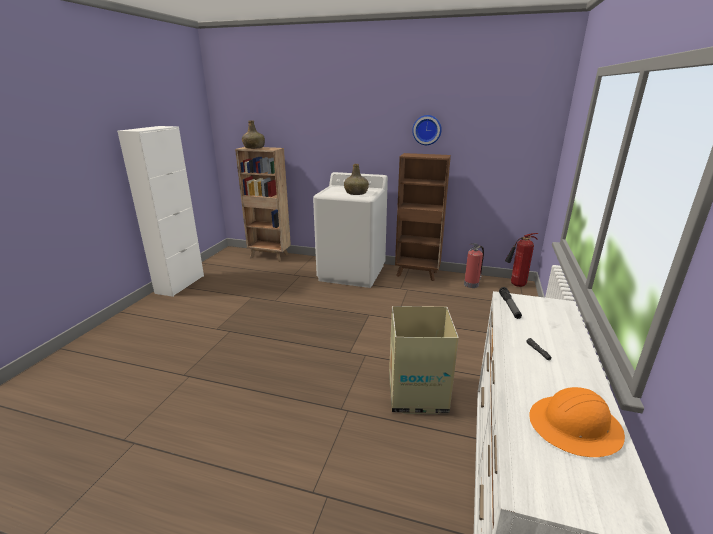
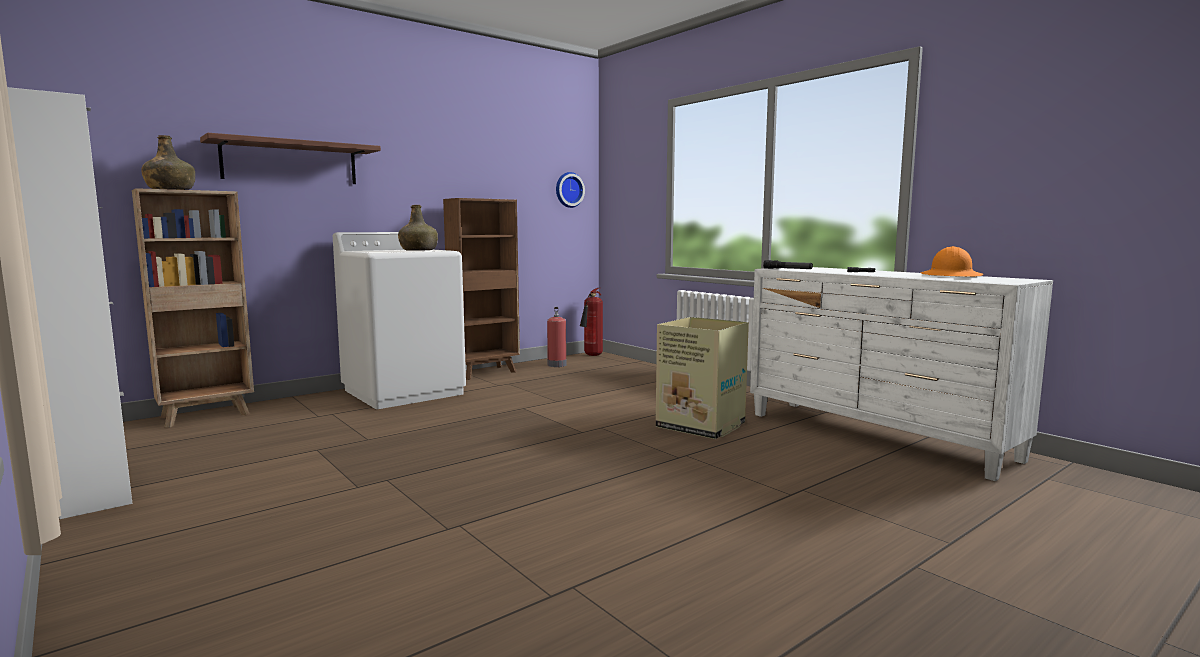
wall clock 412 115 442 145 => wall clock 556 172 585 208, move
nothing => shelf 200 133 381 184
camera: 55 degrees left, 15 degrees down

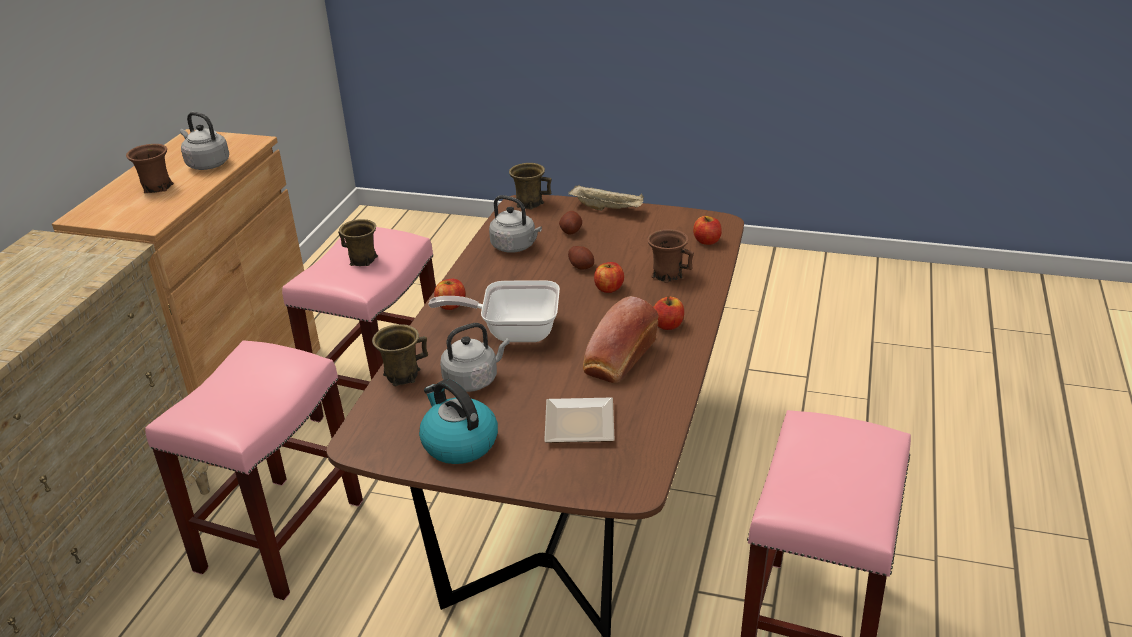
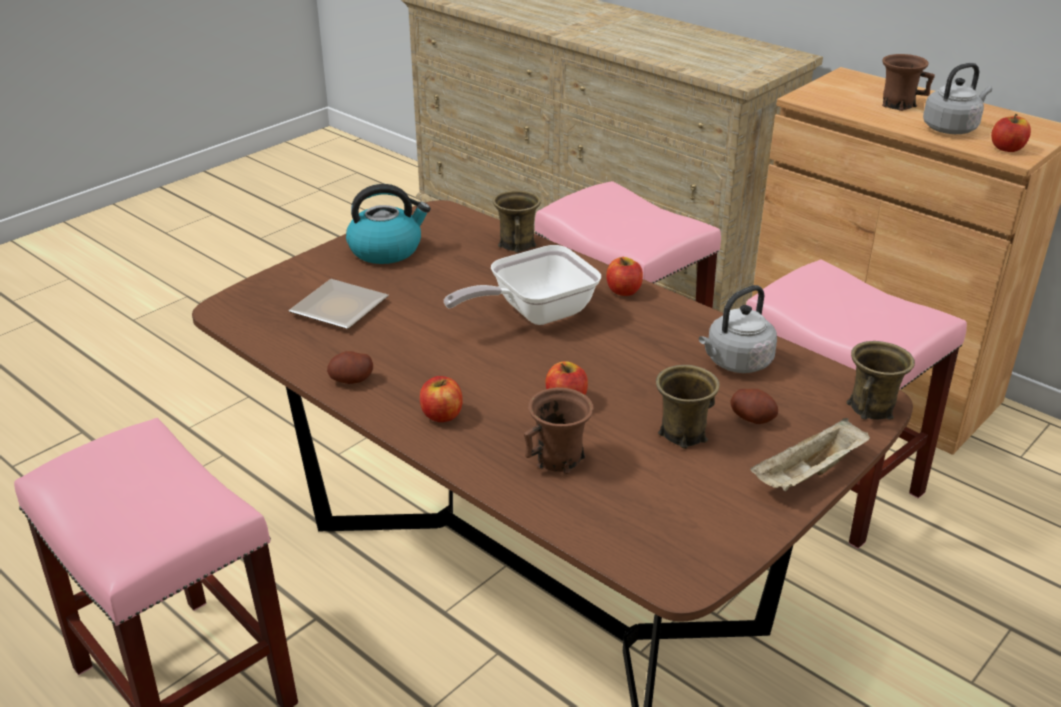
brown mug 338 219 378 266 => brown mug 656 365 720 449, move
frying pan 428 280 560 342 => frying pan 444 245 601 325, 150 degrees counterclockwise
grey kettle 440 323 510 392 => nothing
potato 568 246 594 270 => potato 327 351 373 384, move
bread 583 296 659 383 => nothing
apple 693 216 722 245 => apple 991 114 1031 152, move
camera: 115 degrees right, 0 degrees up

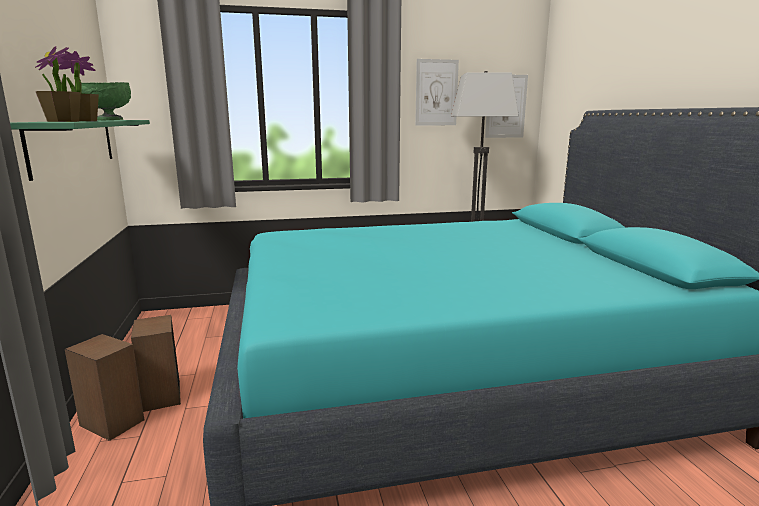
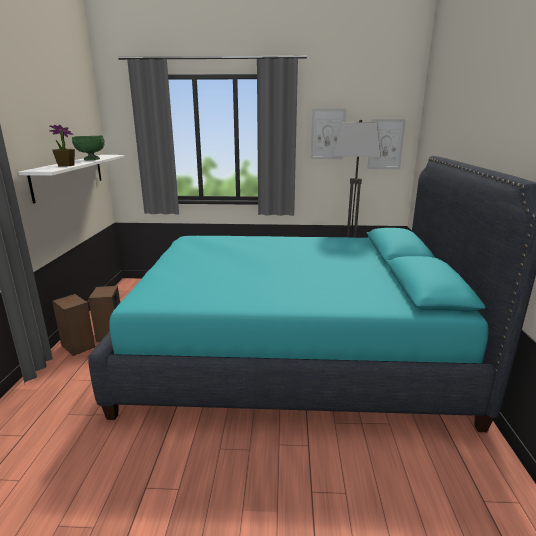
green shelf 10 120 150 181 => white shelf 18 155 125 203
potted plant 35 46 81 122 => nothing
camera: 15 degrees right, 5 degrees up

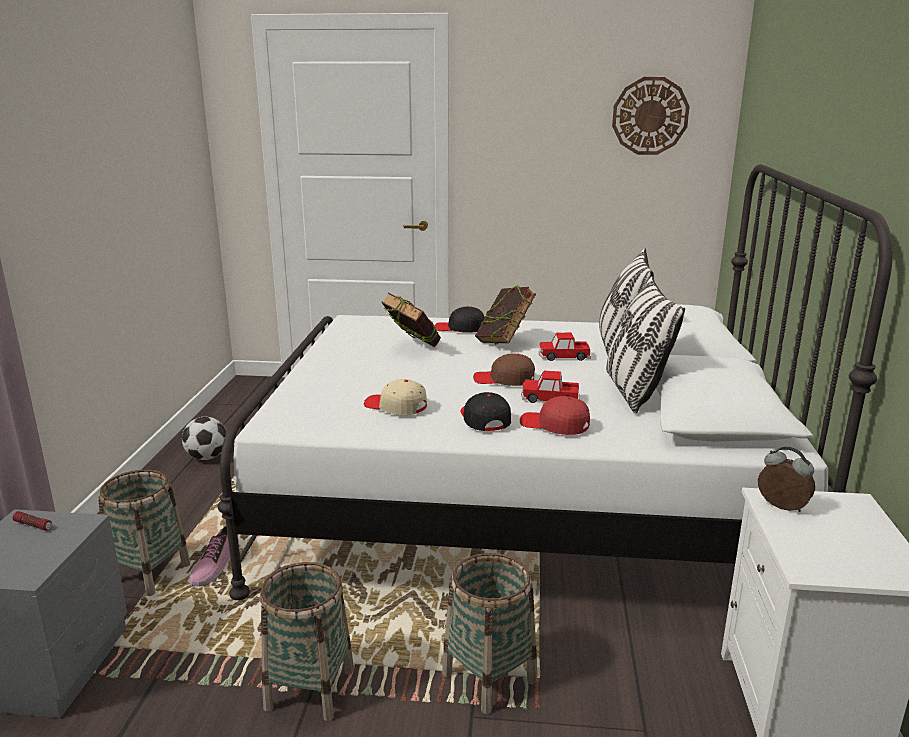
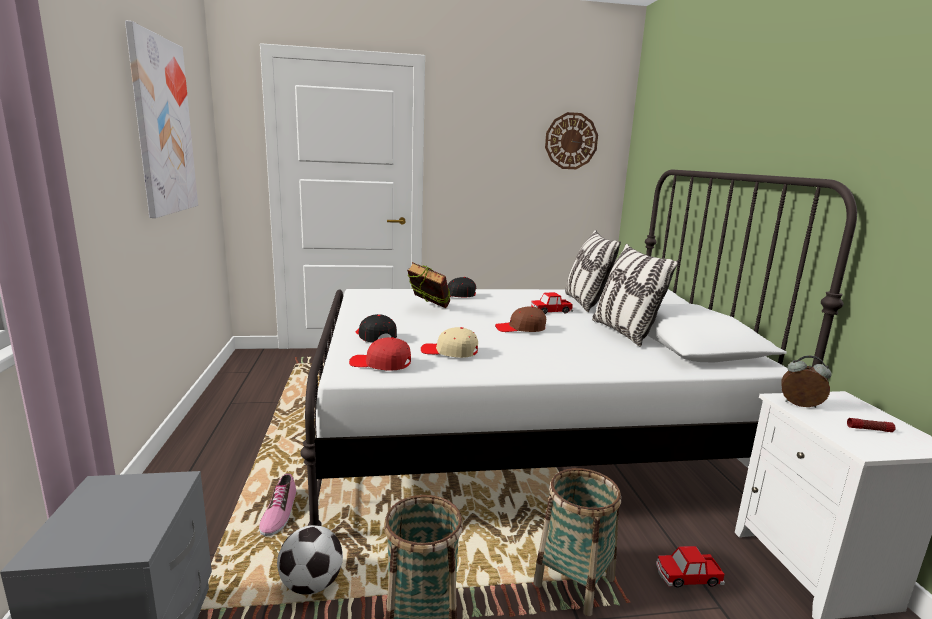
flashlight 13 511 52 531 => flashlight 847 418 896 432, move
basket 98 470 191 596 => nothing
football 182 417 226 460 => football 277 525 343 595, move
black cap 461 392 511 431 => black cap 356 314 397 343, move
book 475 285 536 345 => nothing
red cap 520 396 590 435 => red cap 349 337 411 371, move
toy car 521 370 580 403 => toy car 656 546 725 588, move
nothing => picture 125 21 198 218
camera: 15 degrees left, 5 degrees down

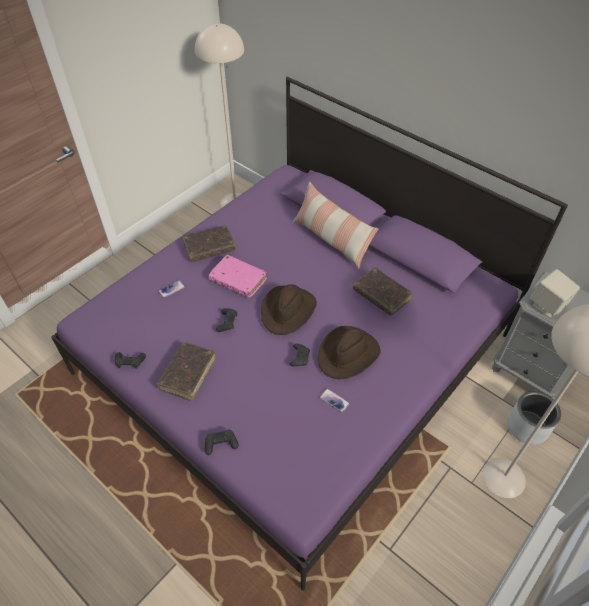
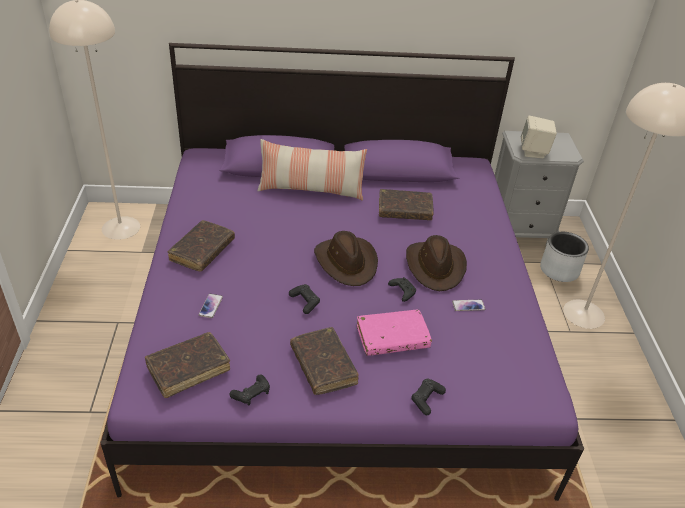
pink book 209 255 267 298 => pink book 357 310 432 356, move
nothing => brown book 144 332 230 398
camera: 45 degrees left, 10 degrees down

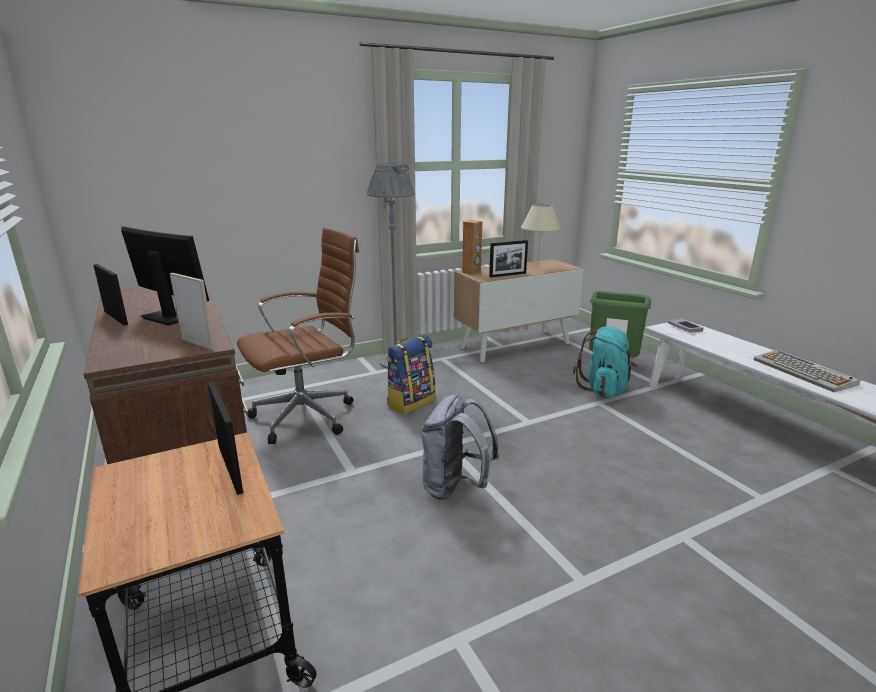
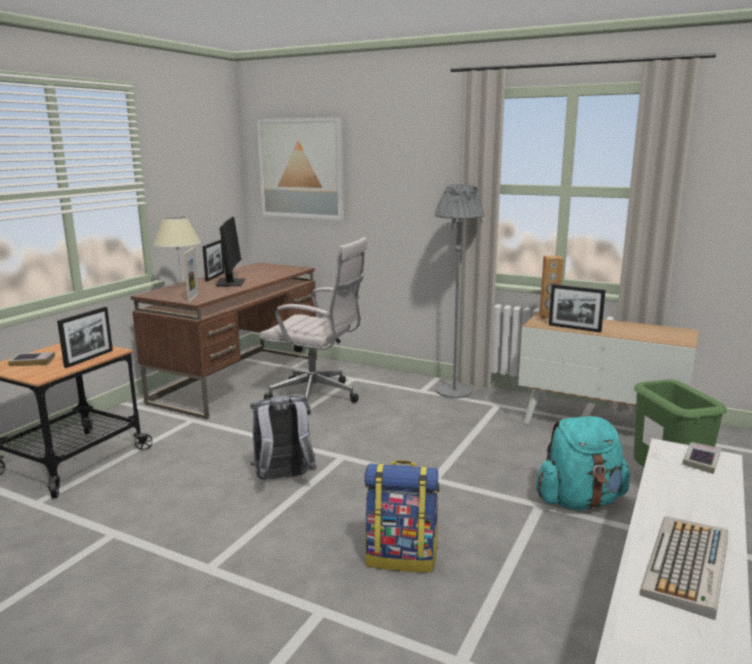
brown office chair 237 227 359 444 => white office chair 259 237 368 415
backpack 386 335 435 414 => backpack 364 460 440 572, move
beige table lamp 521 204 561 263 => beige table lamp 153 216 201 290, move
nothing => book 8 352 55 366
nothing => picture 257 117 344 220
camera: 55 degrees right, 5 degrees down

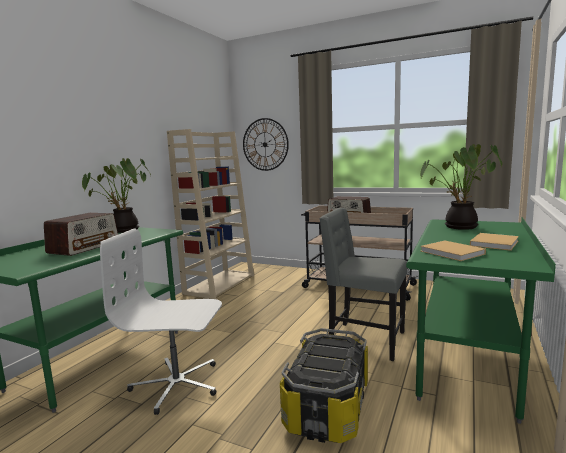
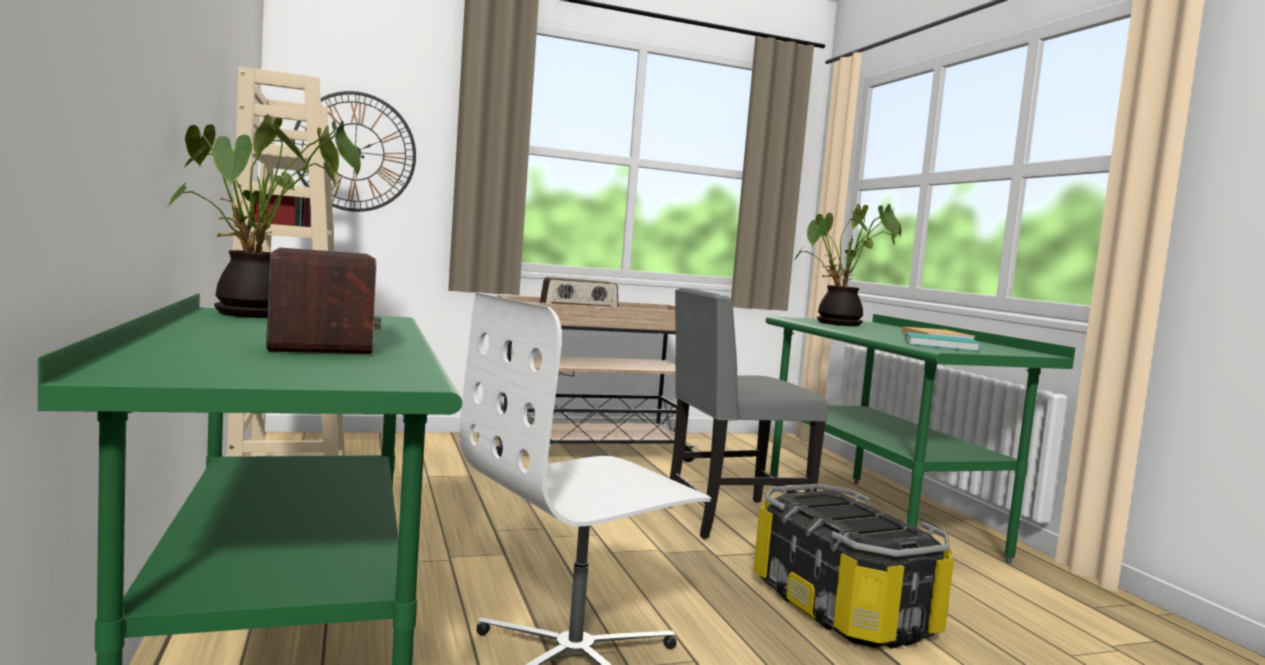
beige book 420 241 486 261 => turquoise book 905 332 981 352
camera: 45 degrees left, 5 degrees down

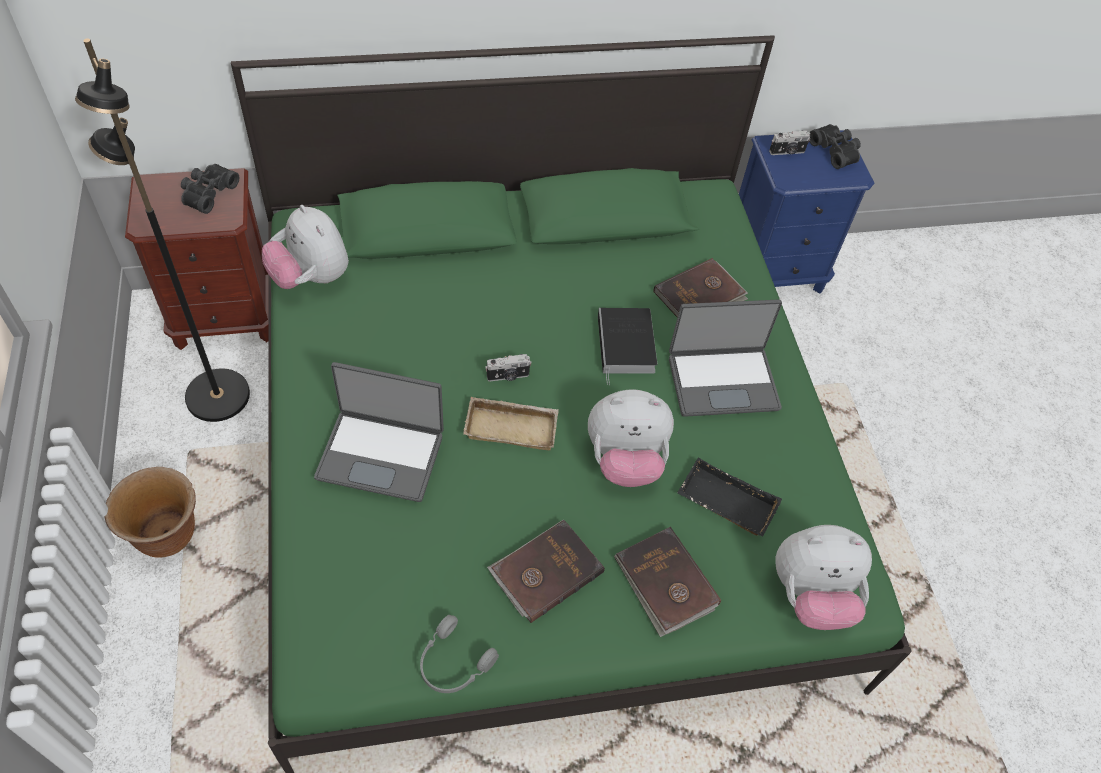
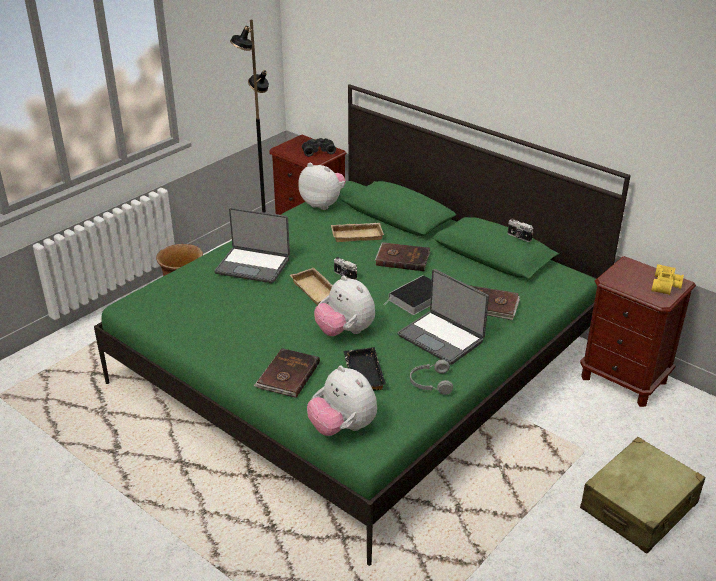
plush toy 262 205 349 289 => plush toy 298 163 346 210, 105 degrees clockwise
laptop 314 362 444 502 => laptop 214 208 290 283, 45 degrees counterclockwise
grey headphones 420 615 499 693 => grey headphones 410 360 453 395, move
brown book 487 520 605 623 => brown book 375 242 431 271, move
blue nightstand 739 130 874 293 => brown nightstand 580 256 696 407
photo camera 769 131 810 155 => photo camera 508 219 533 242, move
black binoculars 809 124 861 169 => yellow binoculars 651 264 684 295
nothing => beige tray 331 223 384 242
nothing => beige suitcase 580 437 706 553
camera: 55 degrees right, 20 degrees down

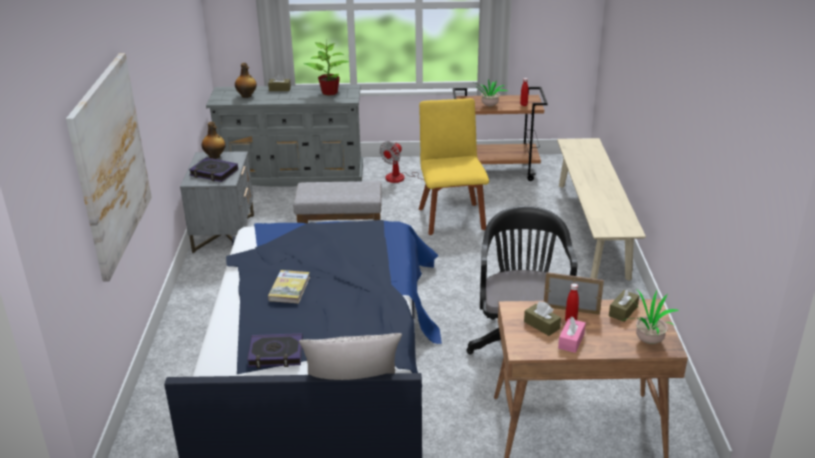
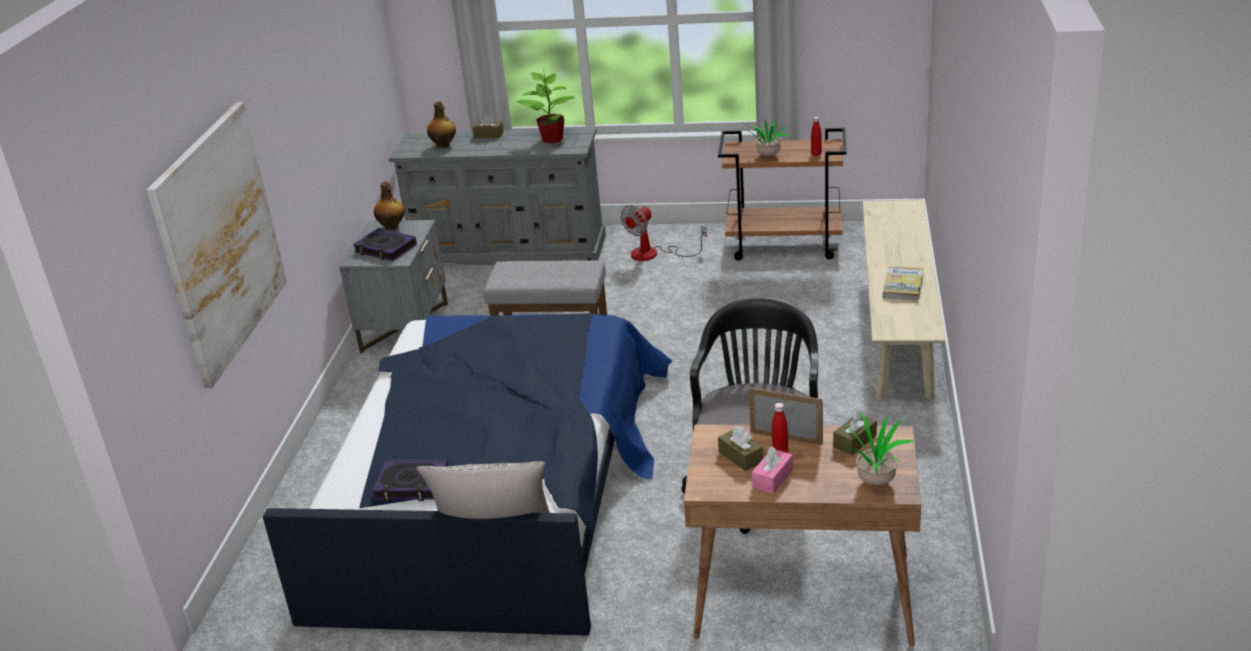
book 268 270 310 303 => book 883 266 924 301, move
yellow chair 418 98 489 235 => nothing
camera: 10 degrees right, 0 degrees up

